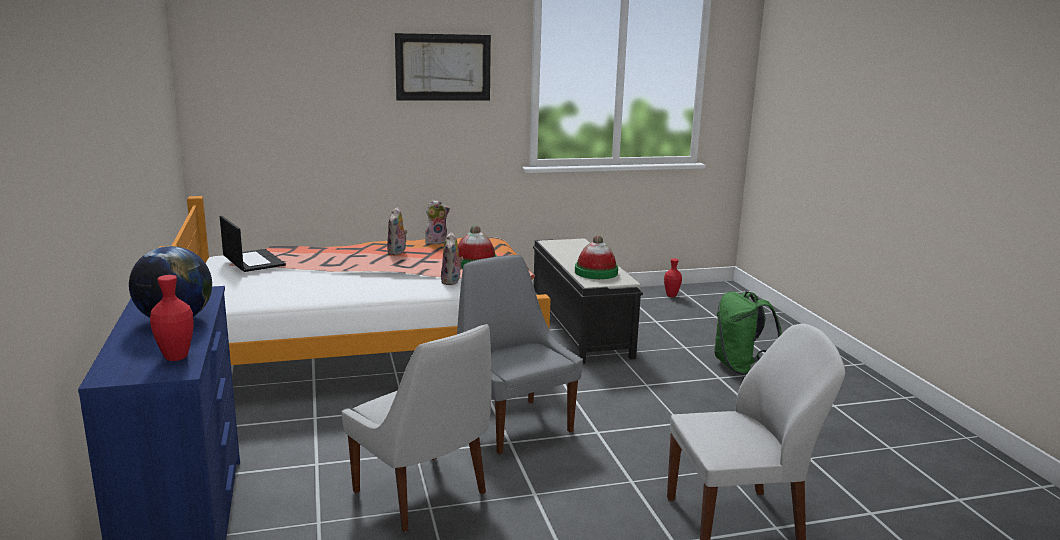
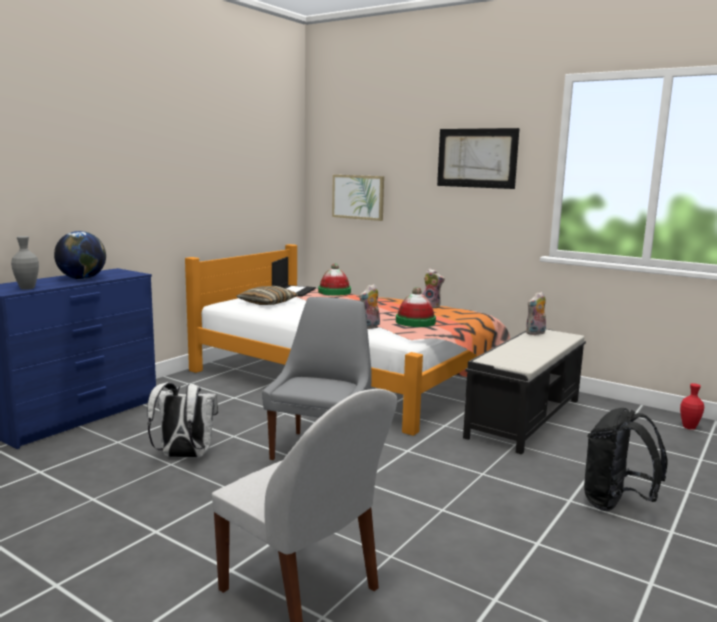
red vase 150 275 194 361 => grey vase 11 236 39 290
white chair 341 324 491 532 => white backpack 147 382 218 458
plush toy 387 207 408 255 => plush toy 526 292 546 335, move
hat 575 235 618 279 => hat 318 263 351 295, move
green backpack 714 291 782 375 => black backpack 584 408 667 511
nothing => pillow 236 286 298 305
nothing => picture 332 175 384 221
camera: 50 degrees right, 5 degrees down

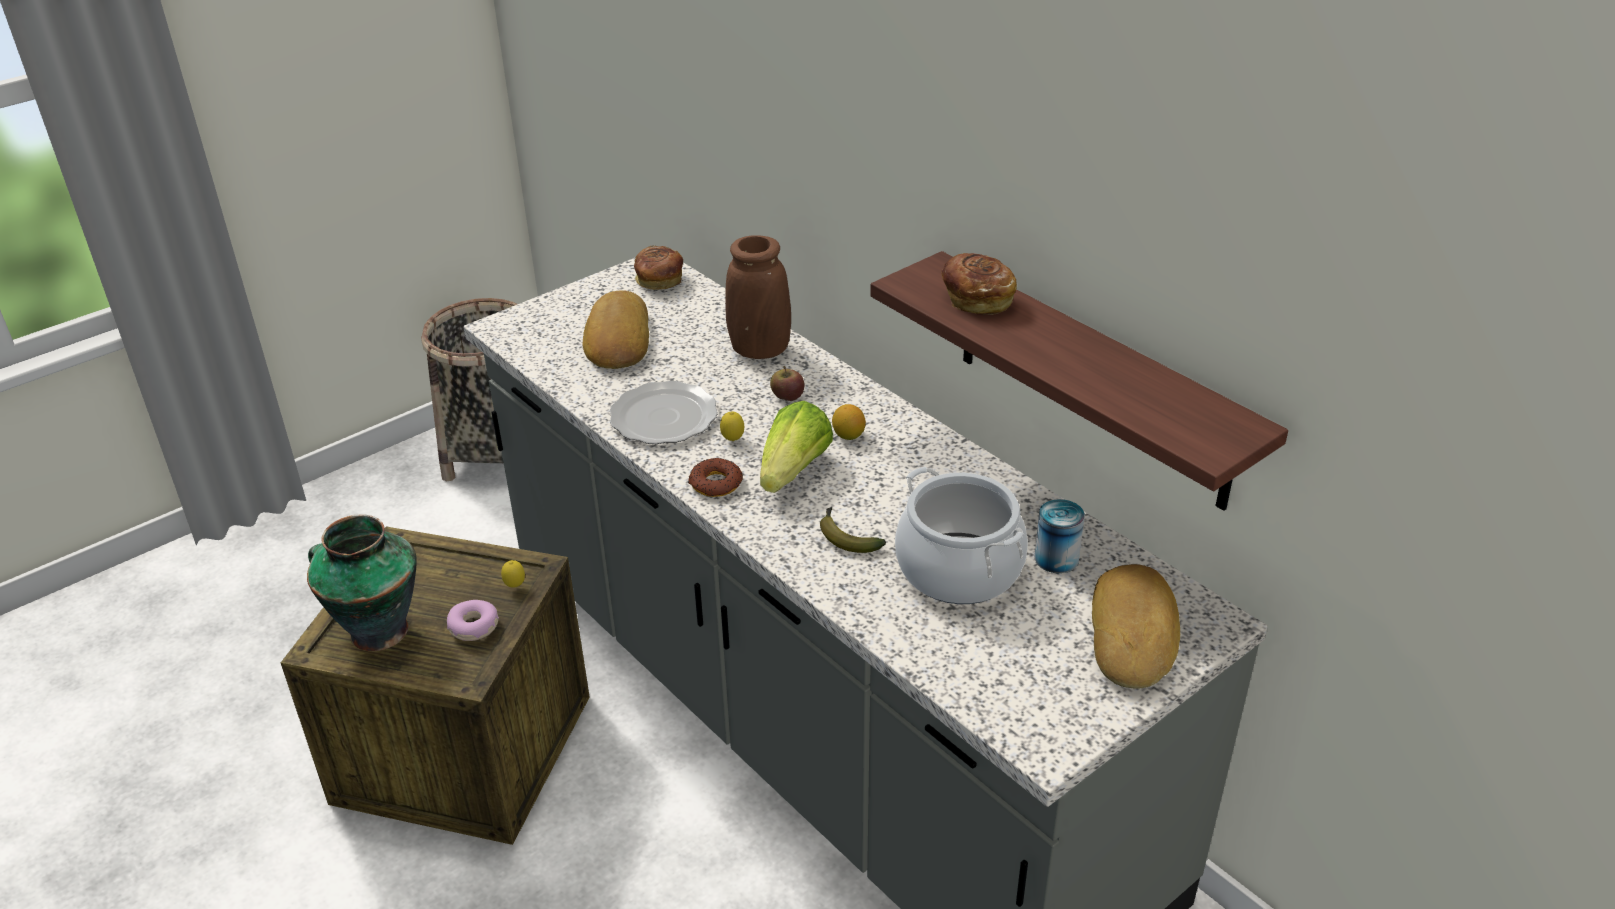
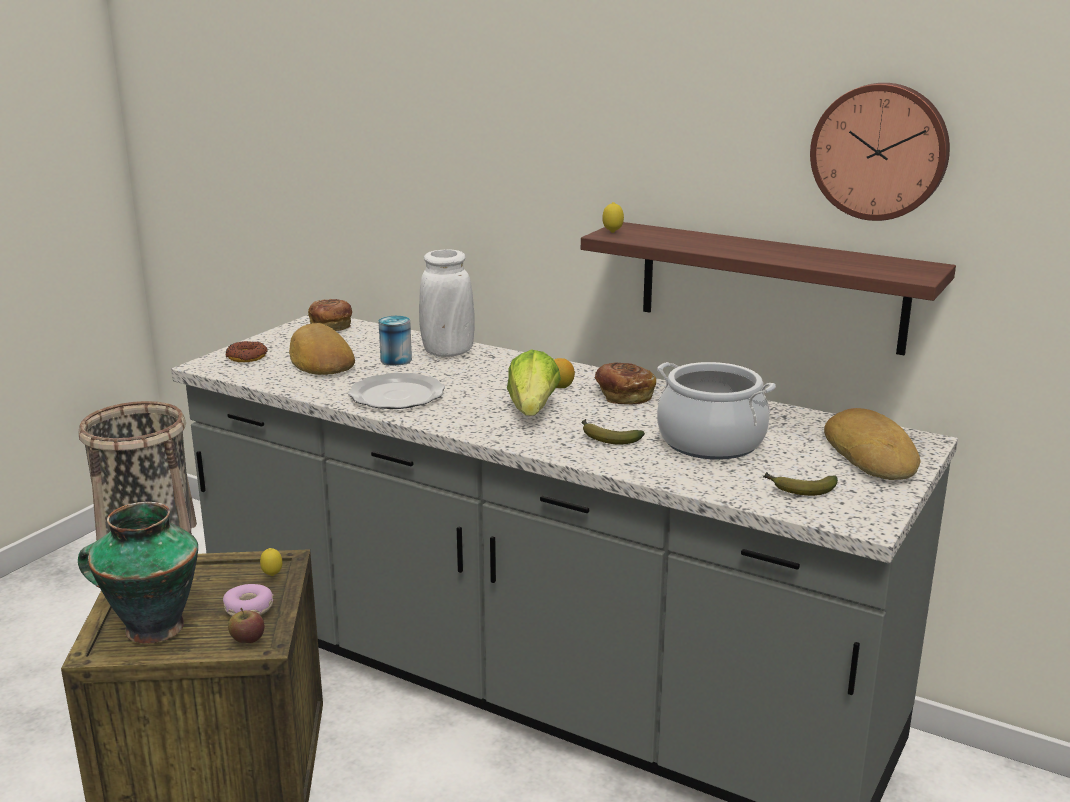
donut 688 458 743 497 => donut 225 341 268 362, move
lemon 720 411 744 441 => lemon 602 202 624 233, move
brown vase 725 235 791 359 => white vase 419 250 475 357
apple 770 366 804 401 => apple 228 608 264 643, move
bread 941 253 1017 315 => bread 595 363 656 404, move
can 1034 499 1085 573 => can 378 316 412 366, move
nothing => banana 763 472 838 496
nothing => wall clock 810 83 950 221
camera: 20 degrees left, 15 degrees down

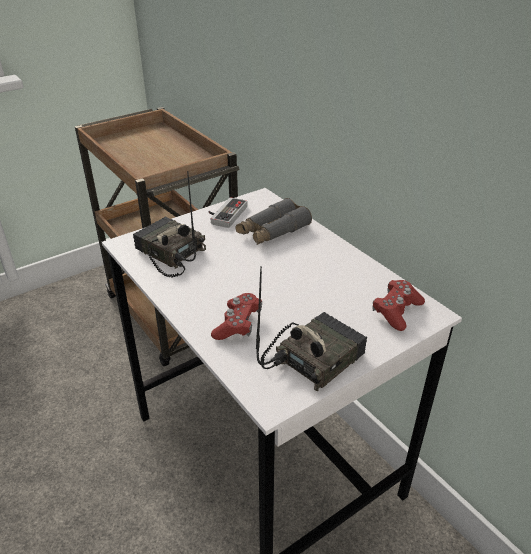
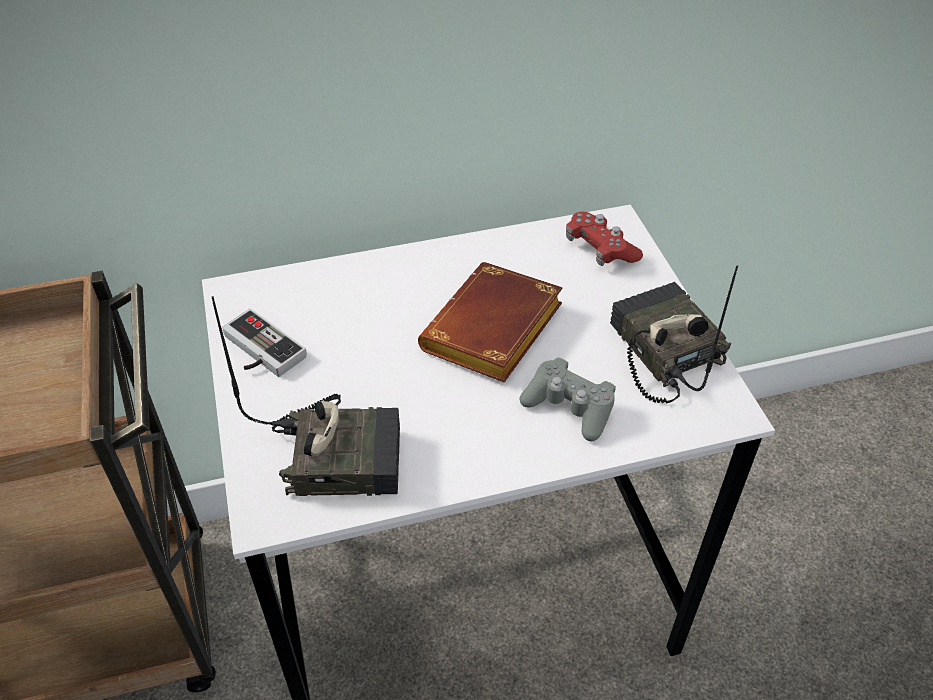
radio 133 171 206 278 => radio 212 296 400 496, 150 degrees counterclockwise
red game controller 211 293 262 340 => grey game controller 519 357 616 441
grey binoculars 235 198 312 245 => nothing
nothing => brown book 418 262 563 383
camera: 70 degrees left, 10 degrees up

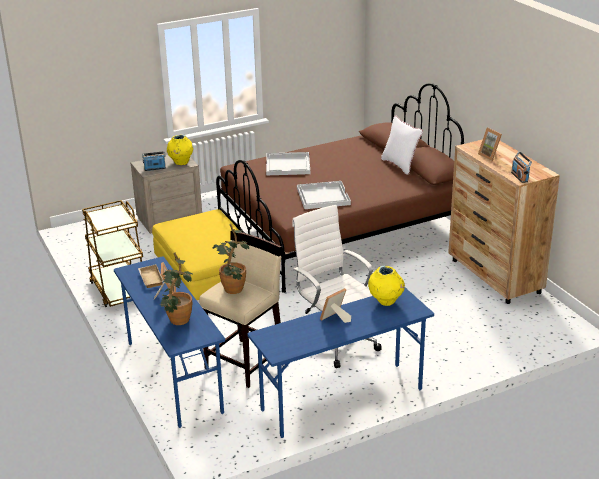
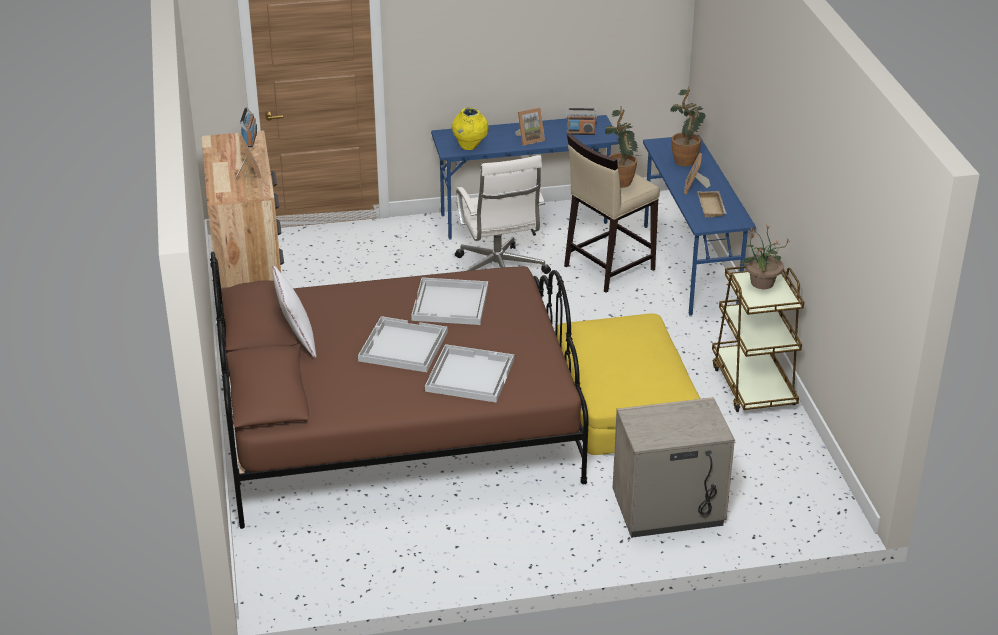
radio 142 151 166 171 => radio 566 108 597 135, move
yellow vase 167 135 193 165 => nothing
nothing => white tray 358 316 448 372
nothing => potted plant 740 226 789 289
camera: 165 degrees left, 5 degrees up

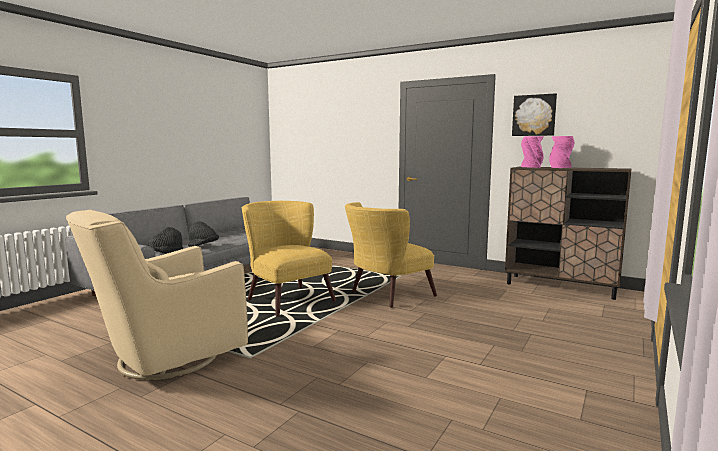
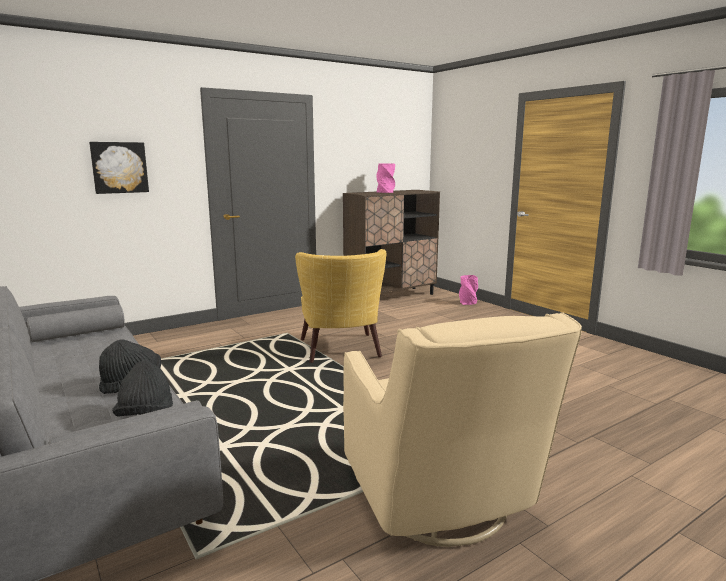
yellow armchair 242 201 336 317 => nothing
picture 512 93 557 136 => picture 89 142 149 194, move
pink vase 521 136 544 168 => pink vase 459 275 478 305, move
camera: 65 degrees left, 5 degrees up

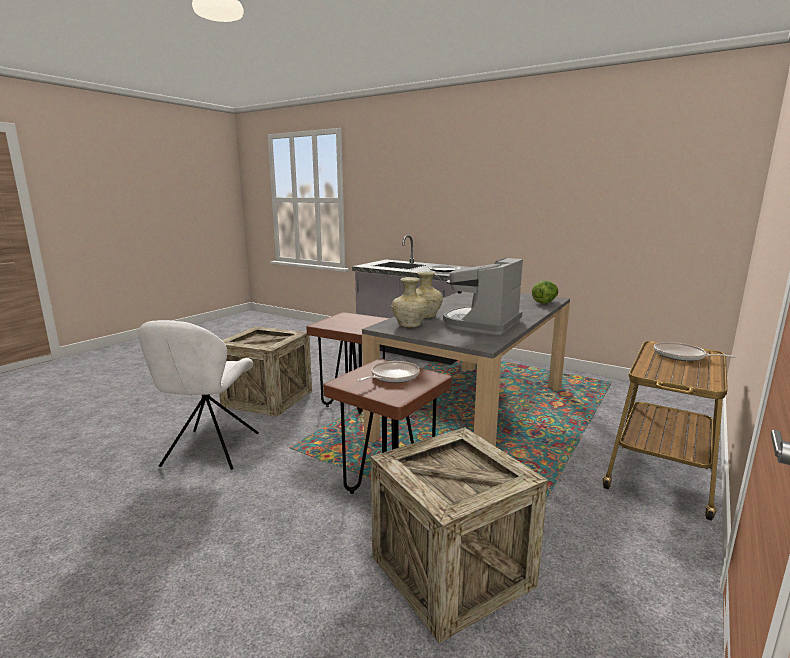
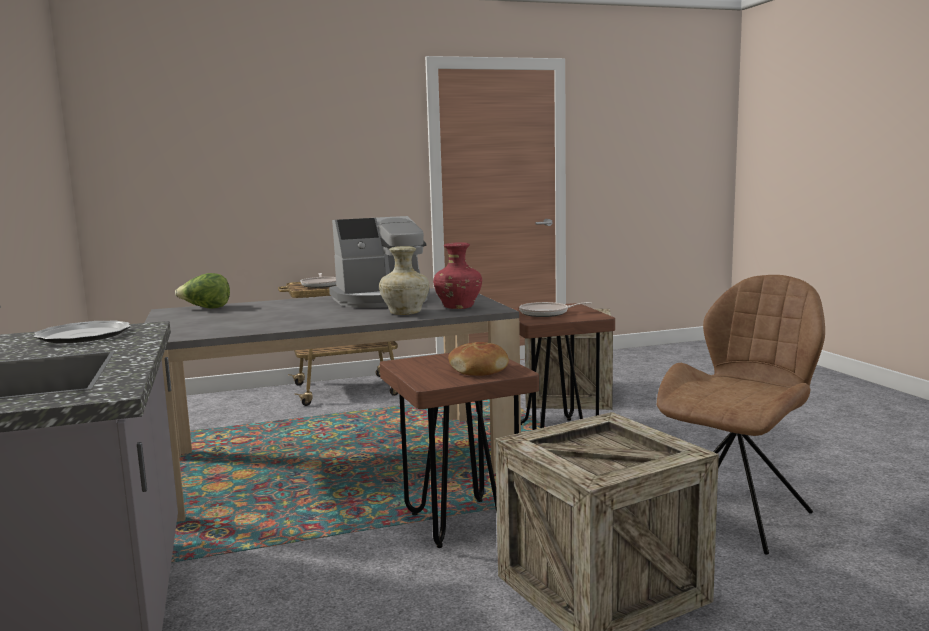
white chair 138 320 259 470 => brown chair 657 275 825 555
beige vase 392 277 428 327 => red vase 433 242 482 309
nothing => bread 448 342 509 376
camera: 140 degrees left, 5 degrees down

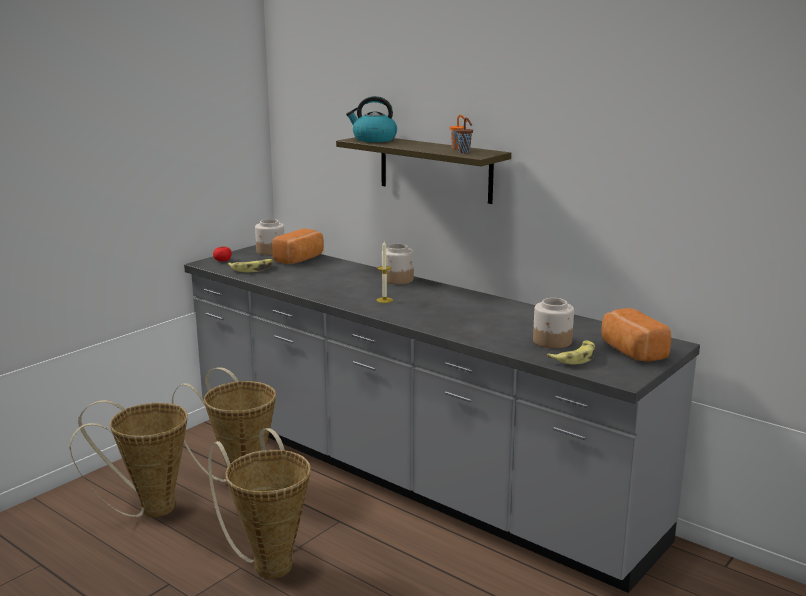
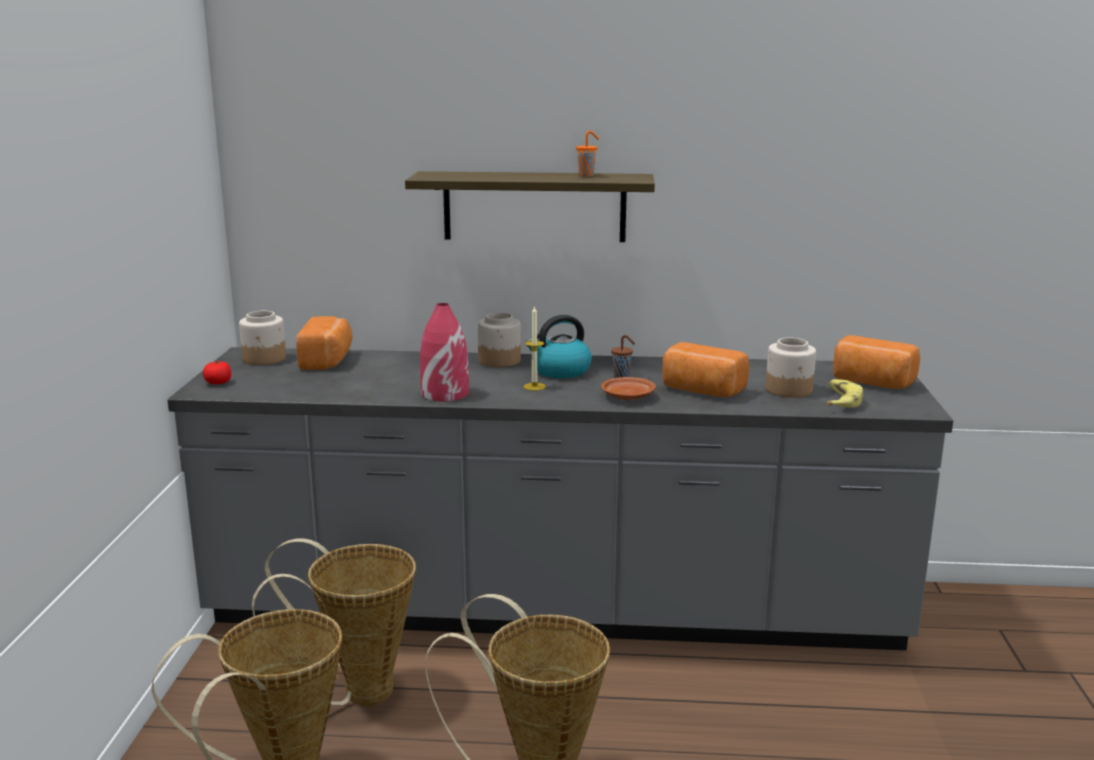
banana 227 259 273 272 => nothing
kettle 346 96 397 142 => kettle 526 315 592 378, move
brown cup 456 118 473 153 => brown cup 611 335 635 378, move
nothing => red vase 420 303 469 402
nothing => brown plate 601 377 656 400
nothing => bread 662 342 749 397
camera: 35 degrees left, 0 degrees up

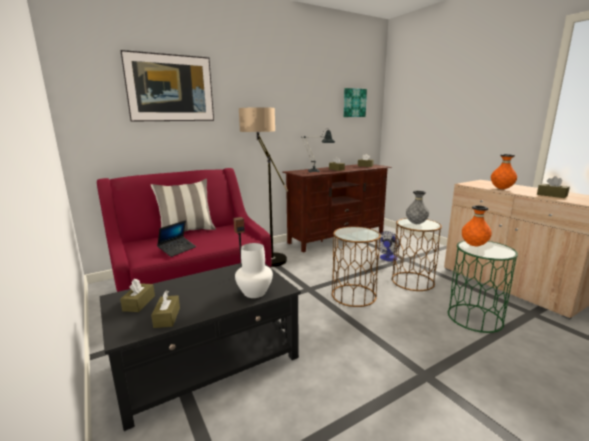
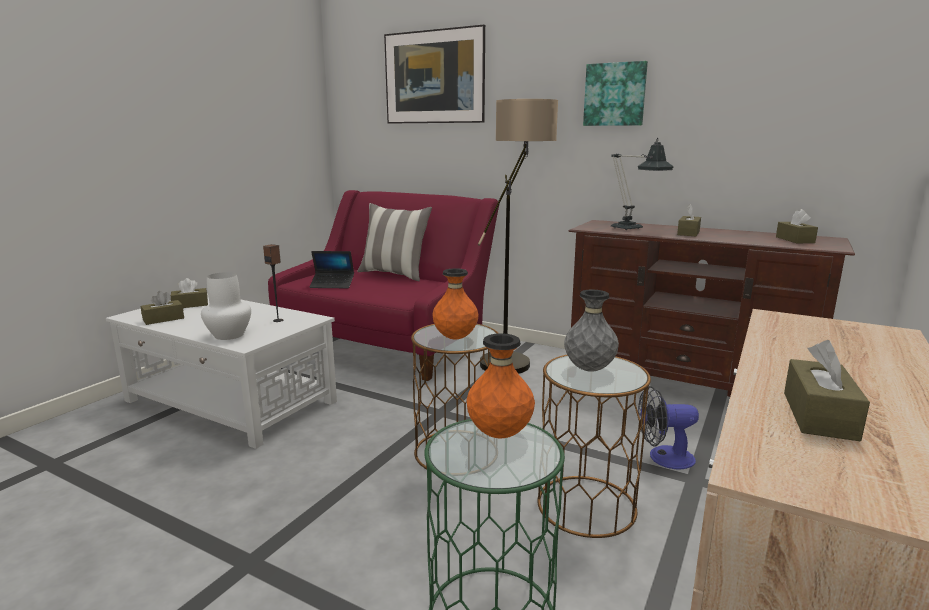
black coffee table 100 263 301 431 => white coffee table 106 293 337 449
picture 344 88 367 117 => picture 583 61 648 126, move
orange vase 491 154 517 189 => orange vase 432 268 479 339, move
camera: 60 degrees right, 0 degrees up

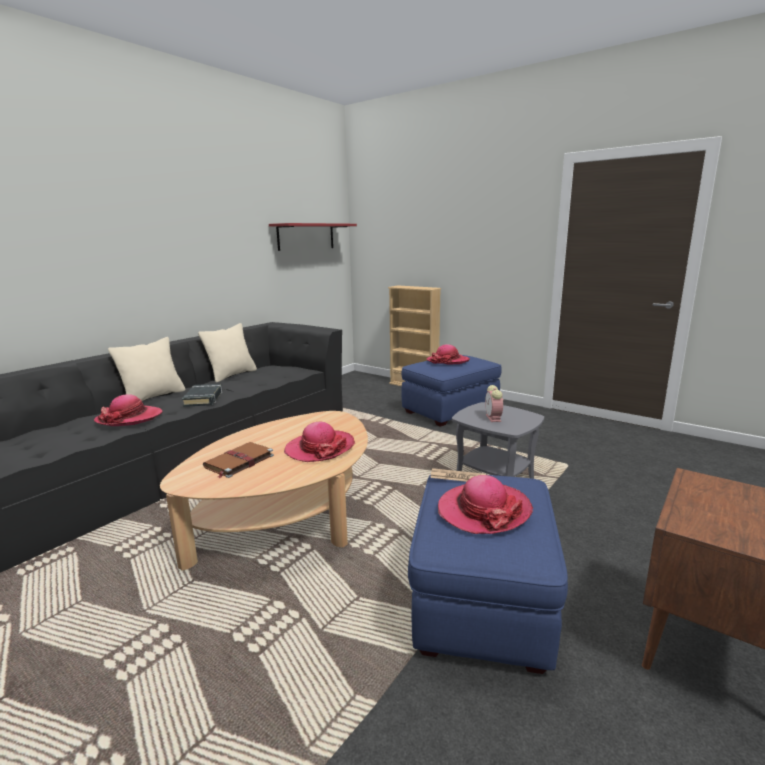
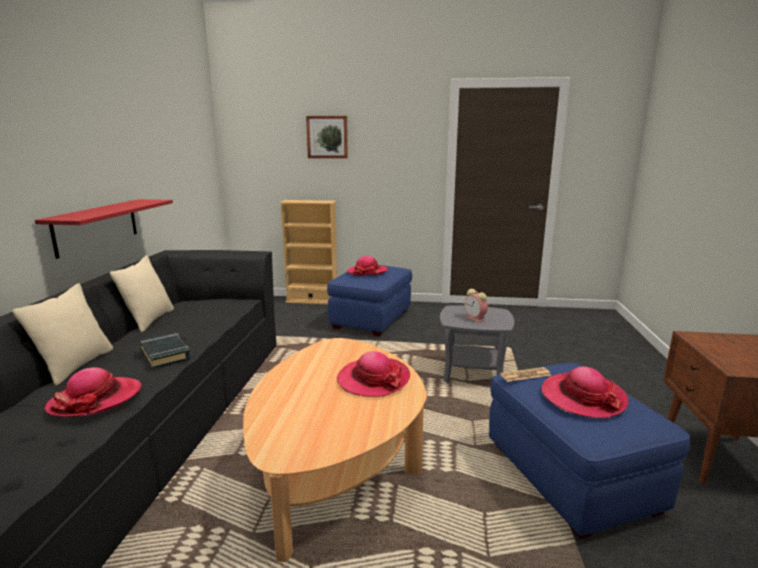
brown book 203 442 274 478 => nothing
red shelf 269 223 357 251 => red shelf 35 199 173 259, move
nothing => picture 306 116 348 158
camera: 30 degrees left, 0 degrees up

